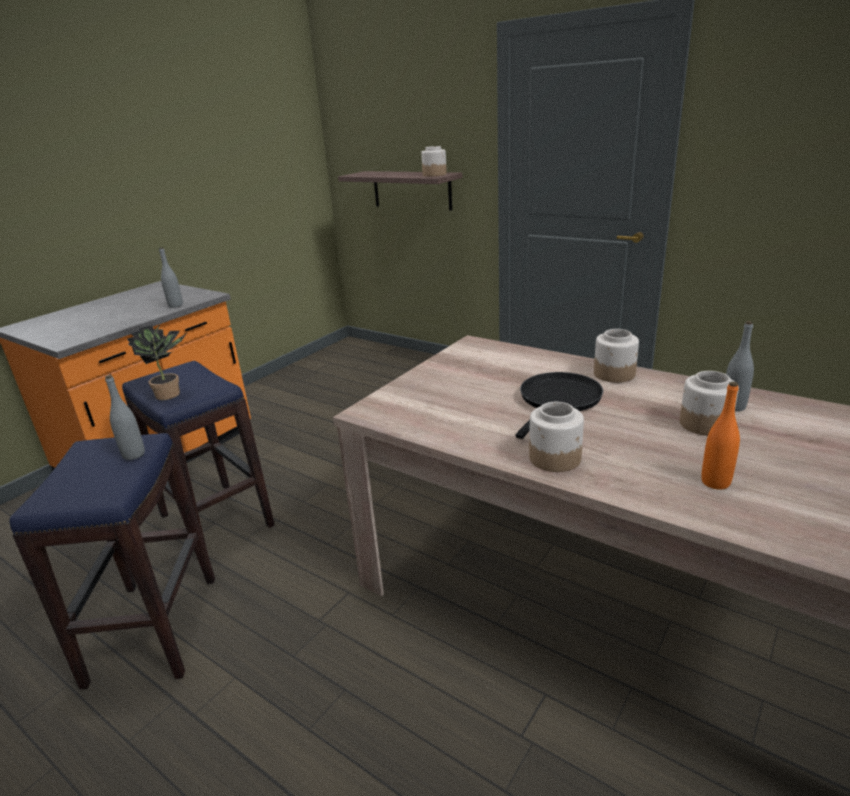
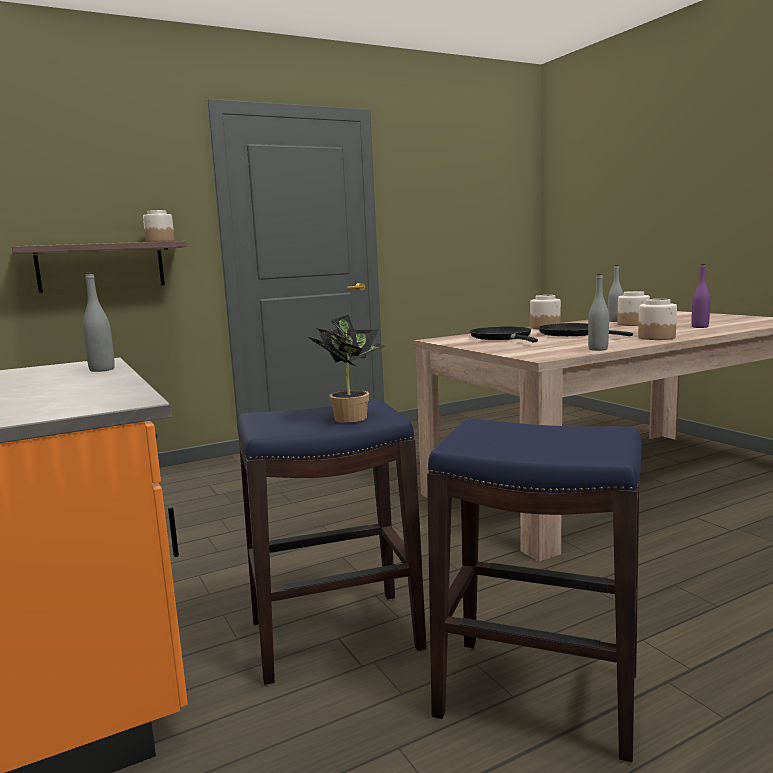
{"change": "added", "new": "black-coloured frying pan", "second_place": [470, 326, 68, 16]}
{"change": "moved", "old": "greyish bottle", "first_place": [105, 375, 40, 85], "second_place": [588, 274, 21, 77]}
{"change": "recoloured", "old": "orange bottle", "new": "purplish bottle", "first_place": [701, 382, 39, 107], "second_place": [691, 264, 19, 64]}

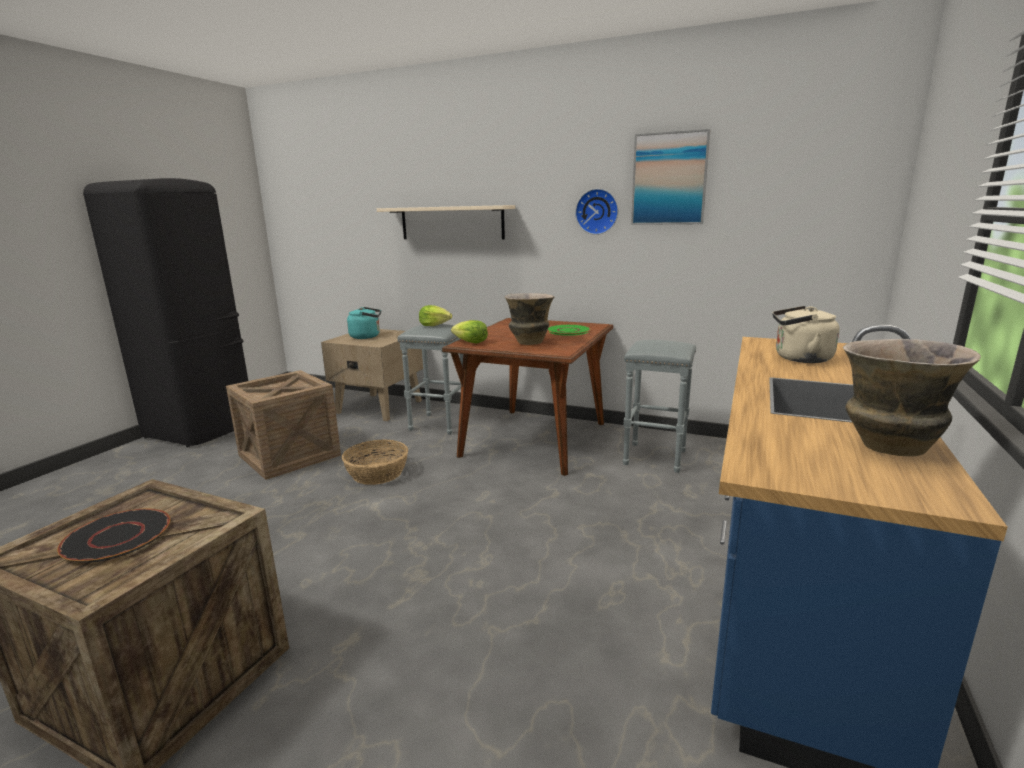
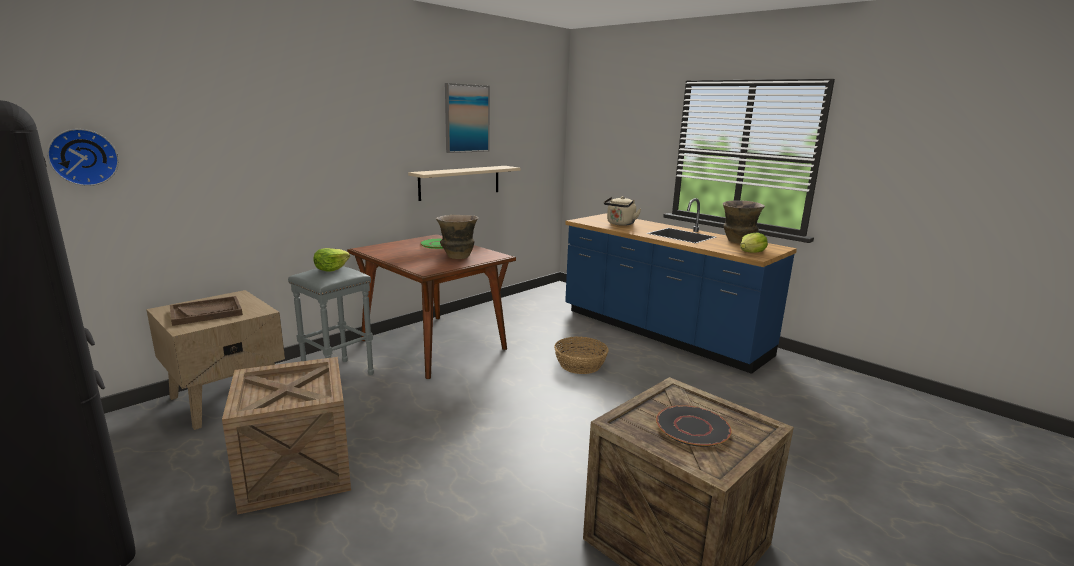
{"change": "moved", "old": "clock on the wall", "first_place": [575, 189, 43, 46], "second_place": [47, 129, 72, 57]}
{"change": "replaced", "old": "blue-green water kettle", "new": "brownish serving tray", "first_place": [347, 307, 34, 32], "second_place": [170, 296, 73, 30]}
{"change": "moved", "old": "beige-coloured shelf", "first_place": [377, 205, 138, 35], "second_place": [408, 166, 113, 35]}
{"change": "moved", "old": "household basket", "first_place": [342, 440, 66, 45], "second_place": [554, 337, 54, 37]}
{"change": "moved", "old": "lettuce head", "first_place": [451, 320, 37, 24], "second_place": [740, 232, 28, 21]}
{"change": "removed", "old": "greyish stool seat", "first_place": [623, 340, 73, 133]}

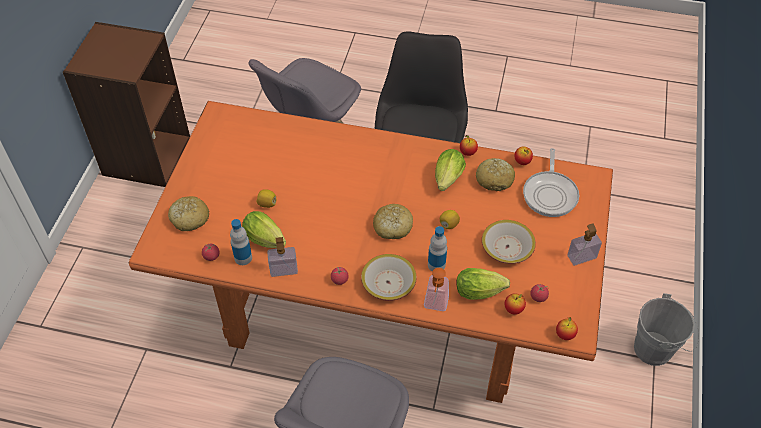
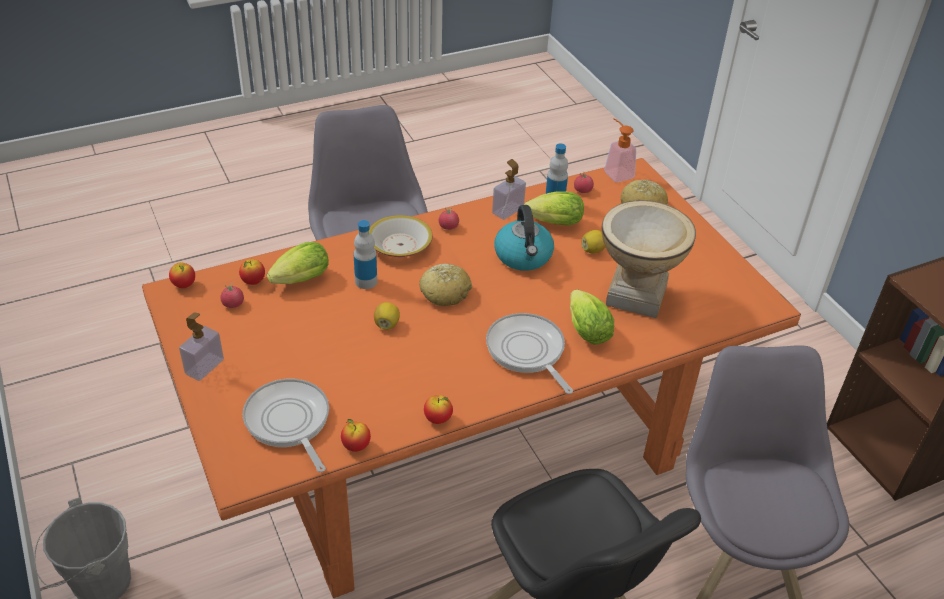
{"change": "added", "new": "frying pan", "second_place": [486, 313, 87, 81]}
{"change": "added", "new": "water kettle", "second_place": [494, 205, 60, 66]}
{"change": "moved", "old": "lettuce head", "first_place": [435, 149, 31, 42], "second_place": [570, 289, 44, 56]}
{"change": "added", "new": "vase", "second_place": [602, 200, 94, 118]}
{"change": "moved", "old": "liquid soap bottle", "first_place": [424, 268, 25, 43], "second_place": [604, 118, 32, 64]}
{"change": "removed", "old": "bread", "first_place": [476, 158, 39, 33]}
{"change": "removed", "old": "serving bowl", "first_place": [482, 220, 54, 44]}

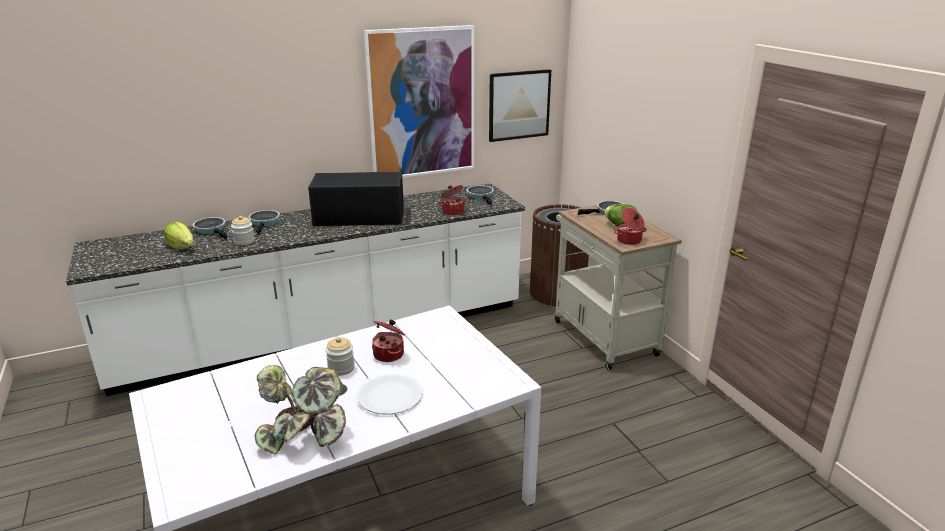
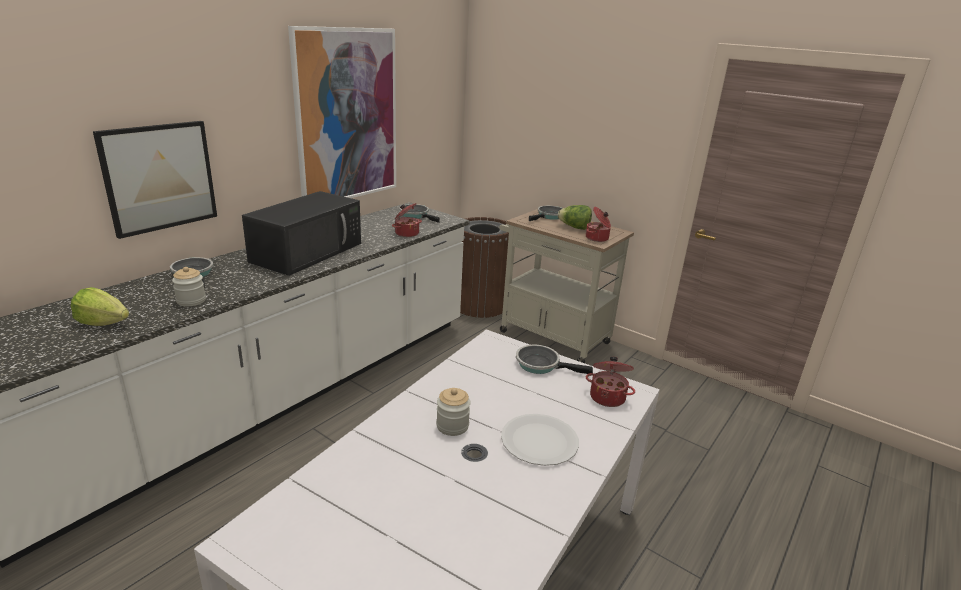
{"change": "moved", "old": "picture", "first_place": [489, 69, 62, 73], "second_place": [93, 121, 124, 118]}
{"change": "turned", "old": "black-coloured kitchen microwave", "first_place": [308, 172, 96, 54], "second_place": [242, 191, 119, 85], "degrees": 150}
{"change": "moved", "old": "frying pan", "first_place": [193, 217, 34, 22], "second_place": [516, 344, 77, 30]}
{"change": "moved", "old": "stockpot", "first_place": [372, 319, 33, 43], "second_place": [586, 357, 49, 50]}
{"change": "removed", "old": "plant in a pot", "first_place": [255, 365, 91, 89]}

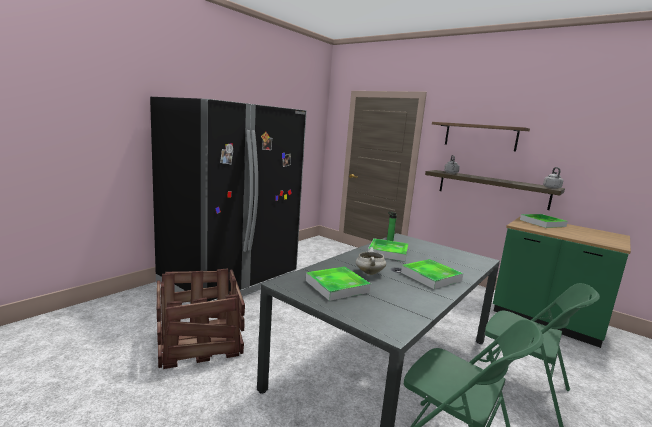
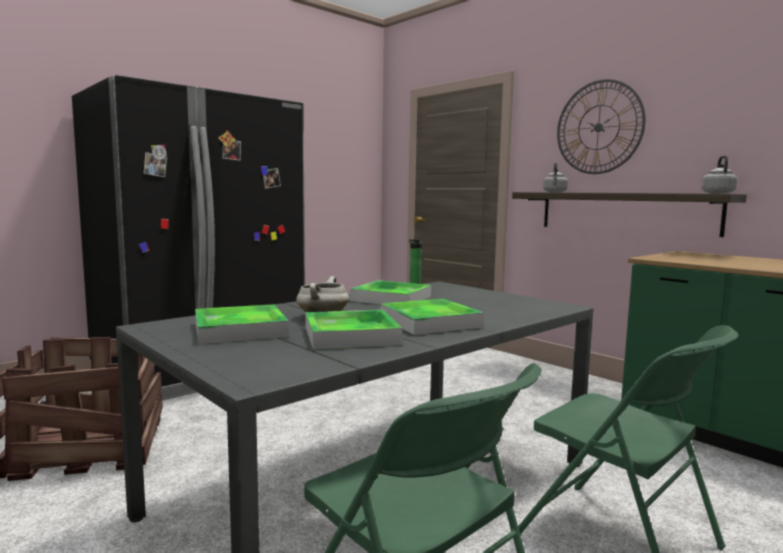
{"change": "moved", "old": "serving tray", "first_place": [520, 214, 48, 14], "second_place": [305, 310, 97, 40]}
{"change": "replaced", "old": "shelf", "new": "clock on the wall", "first_place": [432, 122, 98, 29], "second_place": [557, 79, 89, 95]}

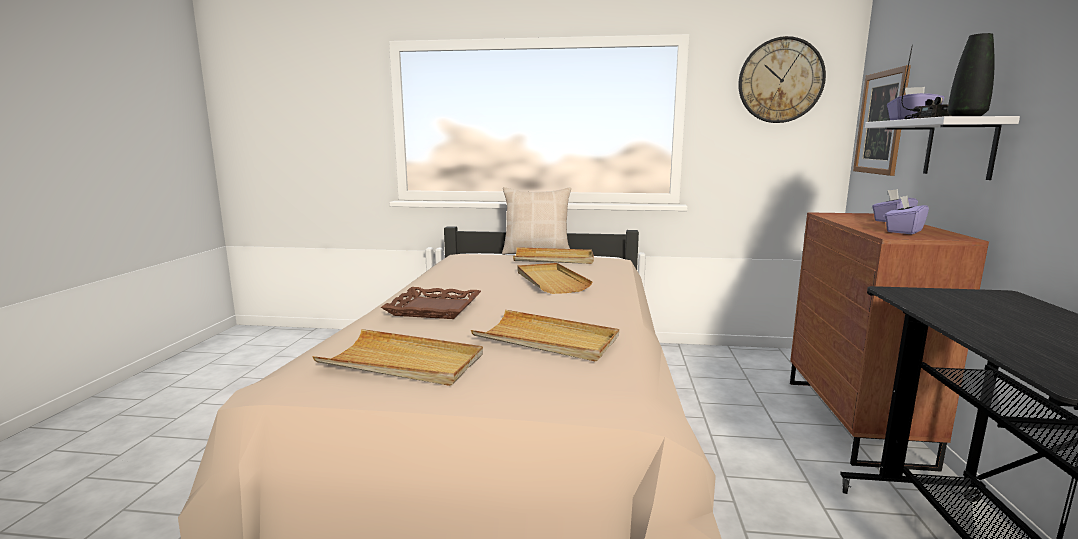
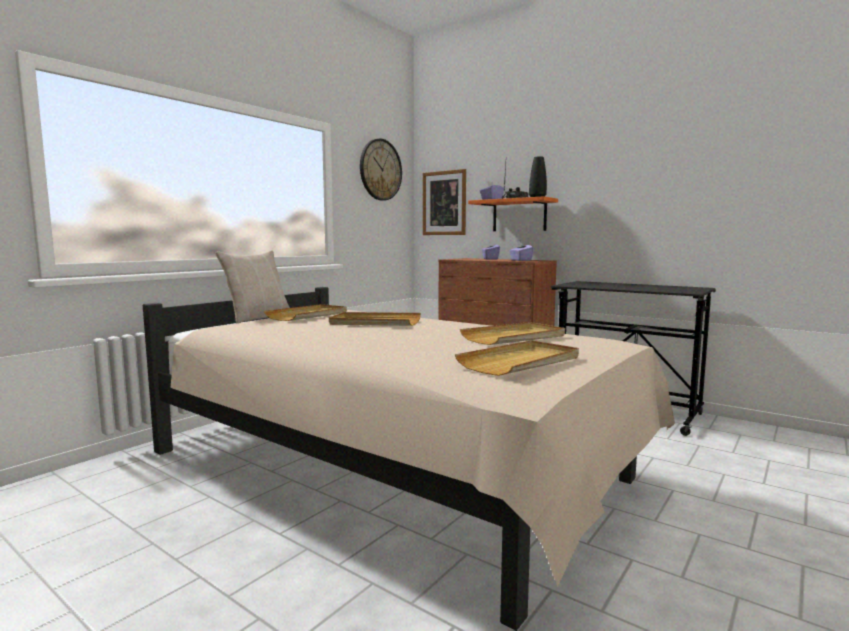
{"change": "recoloured", "old": "white-coloured shelf", "new": "orange shelf", "first_place": [865, 116, 155, 64], "second_place": [468, 196, 90, 35]}
{"change": "removed", "old": "brownish serving tray", "first_place": [380, 287, 101, 32]}

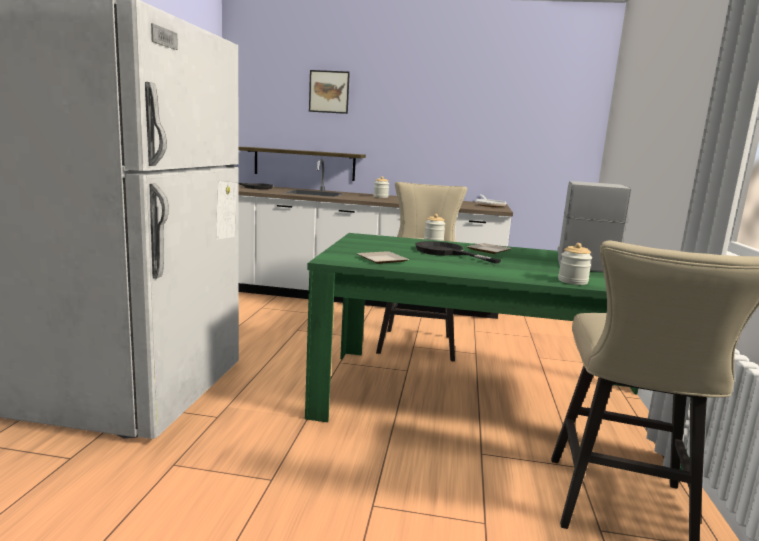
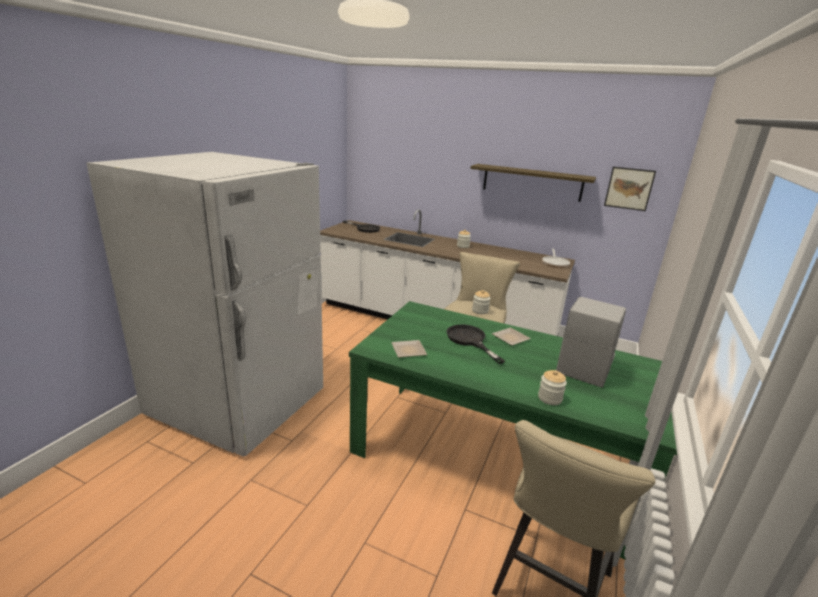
{"change": "moved", "old": "shelf", "first_place": [238, 147, 128, 34], "second_place": [471, 164, 125, 38]}
{"change": "moved", "old": "picture", "first_place": [309, 70, 41, 44], "second_place": [604, 167, 52, 44]}

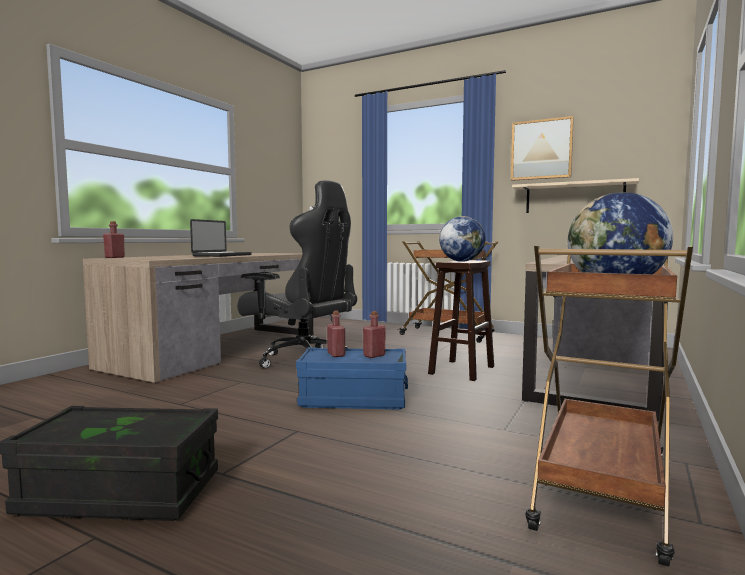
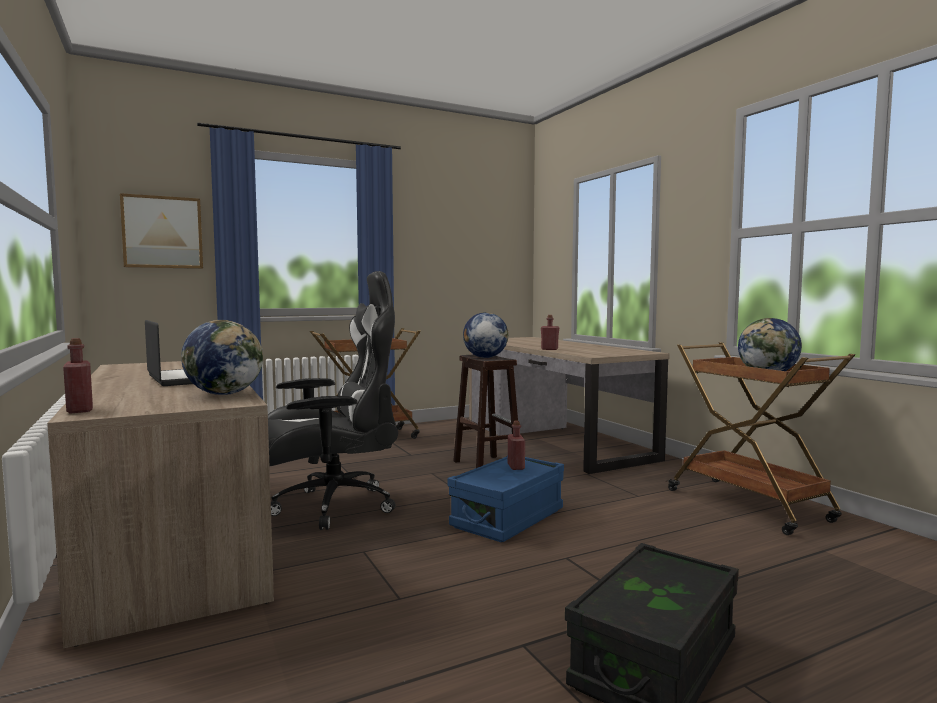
{"change": "moved", "old": "picture", "first_place": [511, 116, 63, 65], "second_place": [120, 193, 83, 76]}
{"change": "added", "new": "globe", "second_place": [181, 320, 82, 75]}
{"change": "moved", "old": "red bottle", "first_place": [327, 311, 18, 46], "second_place": [541, 315, 18, 35]}
{"change": "removed", "old": "beige-coloured shelf", "first_place": [512, 178, 127, 35]}

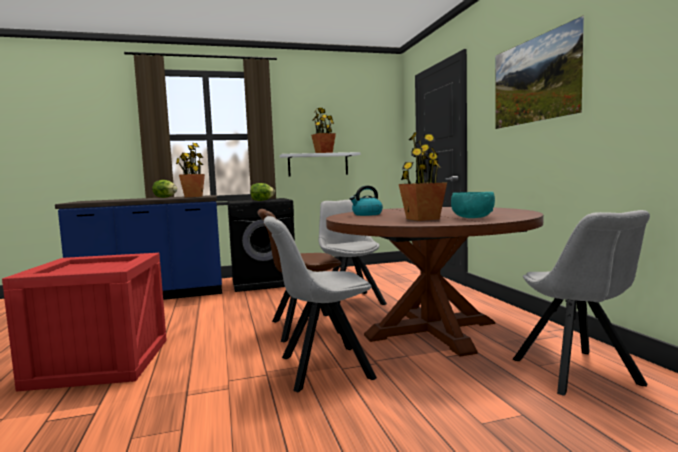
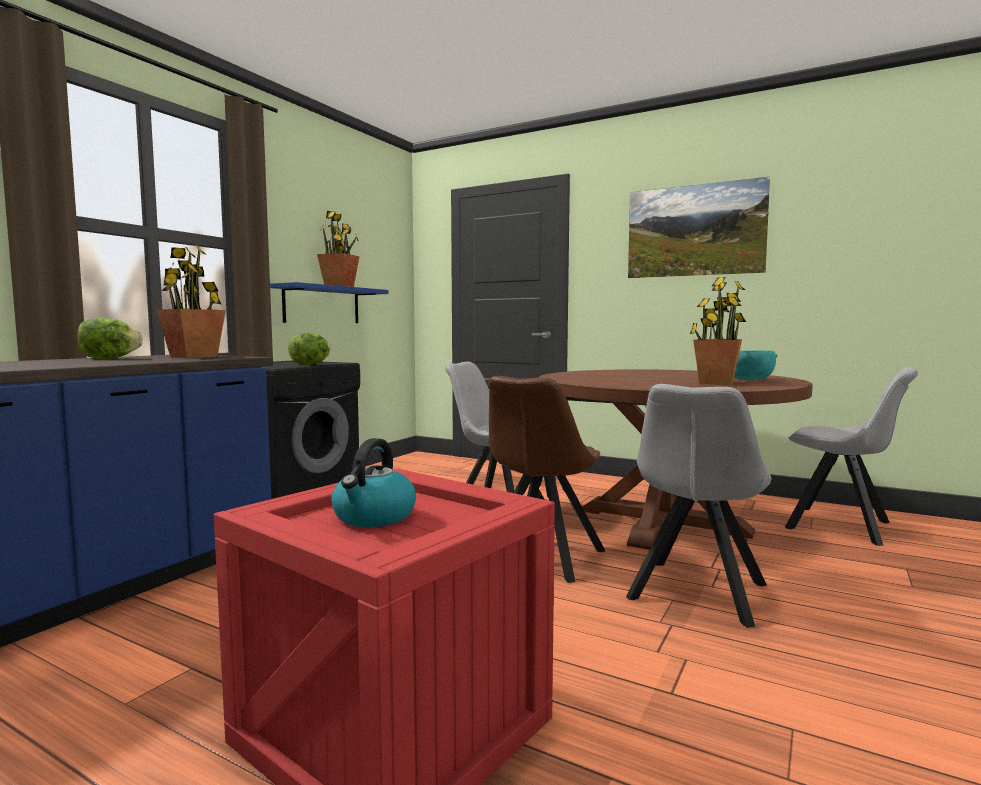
{"change": "recoloured", "old": "white-coloured shelf", "new": "blue shelf", "first_place": [280, 152, 81, 25], "second_place": [270, 282, 119, 41]}
{"change": "moved", "old": "water kettle", "first_place": [350, 186, 33, 30], "second_place": [331, 438, 85, 89]}

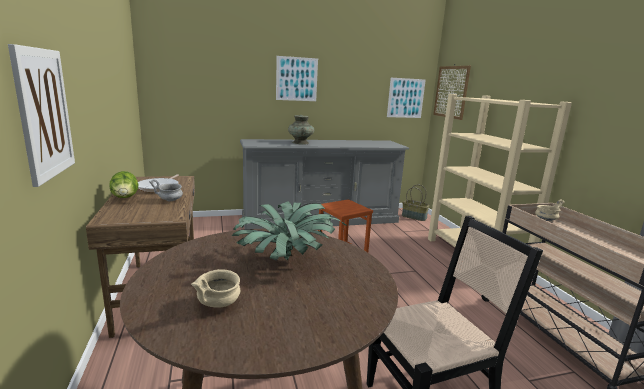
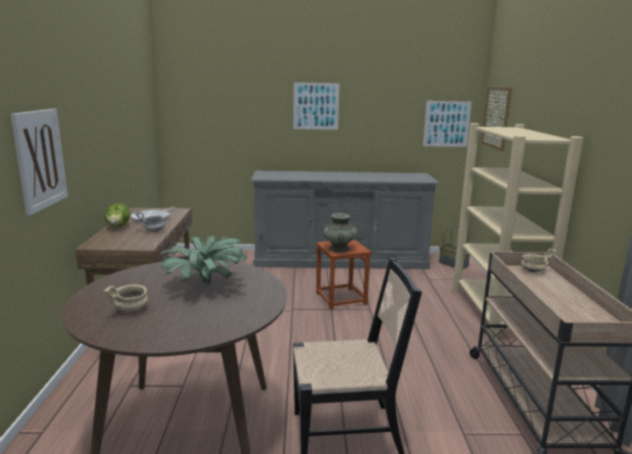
{"change": "moved", "old": "blue-green vase", "first_place": [288, 115, 26, 30], "second_place": [323, 213, 35, 40]}

